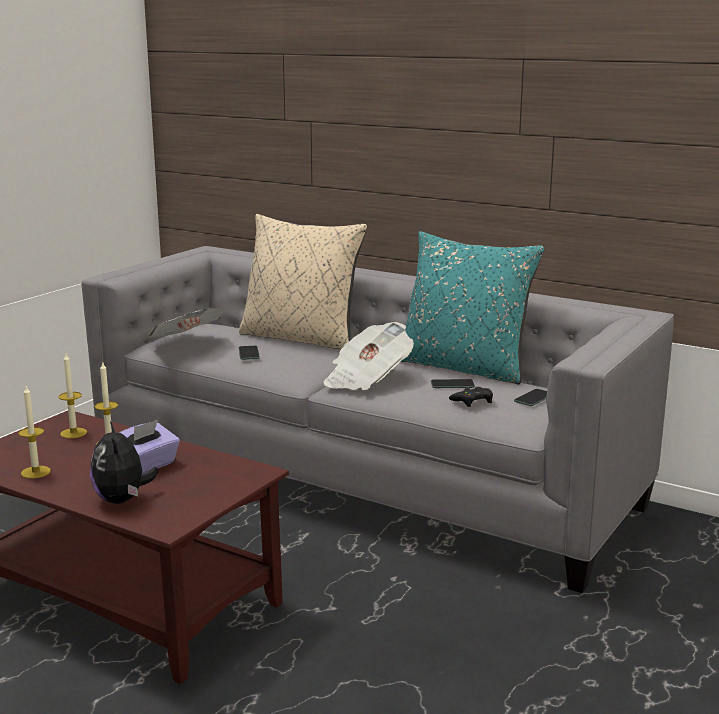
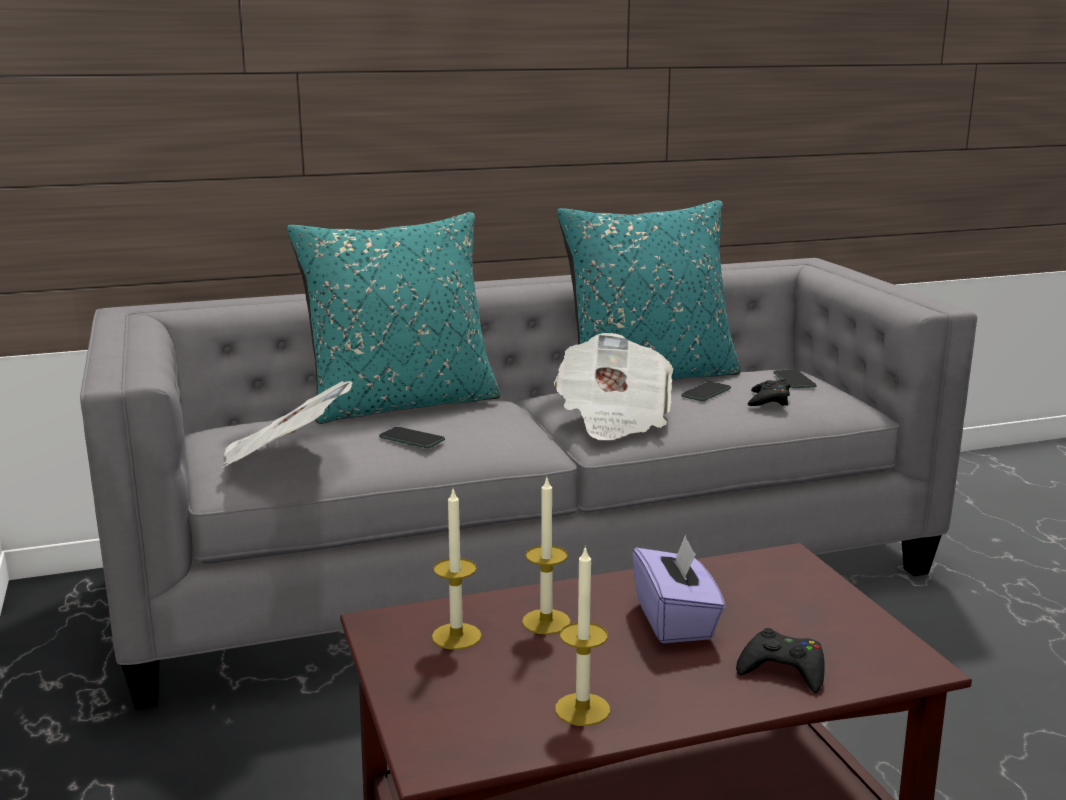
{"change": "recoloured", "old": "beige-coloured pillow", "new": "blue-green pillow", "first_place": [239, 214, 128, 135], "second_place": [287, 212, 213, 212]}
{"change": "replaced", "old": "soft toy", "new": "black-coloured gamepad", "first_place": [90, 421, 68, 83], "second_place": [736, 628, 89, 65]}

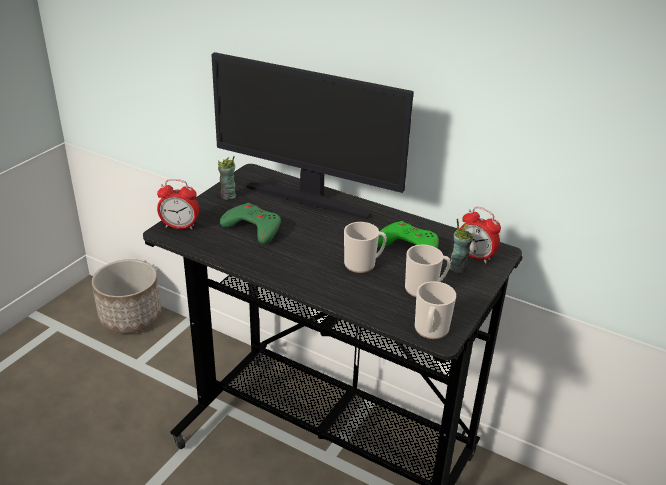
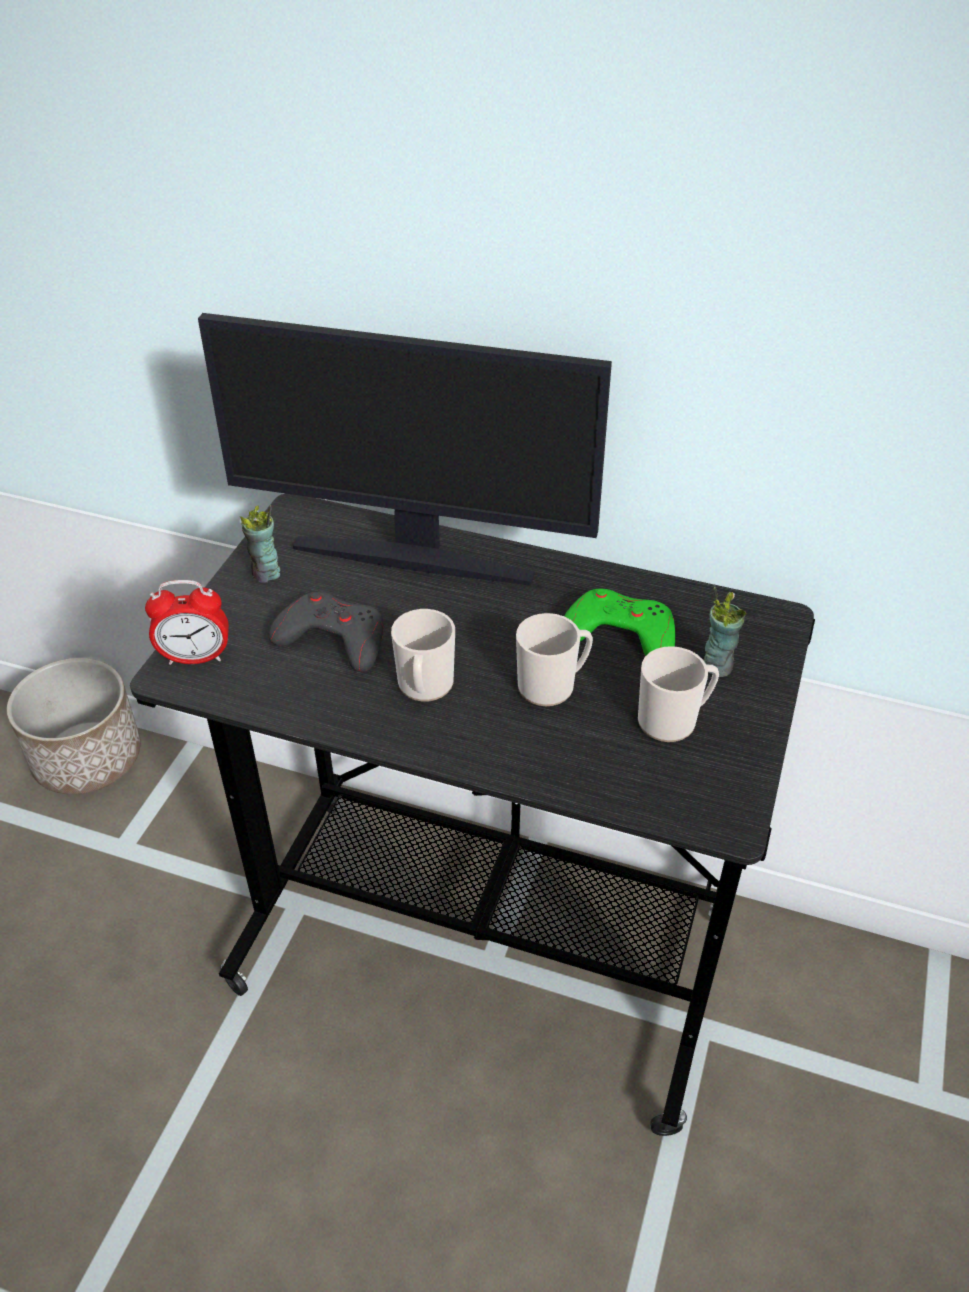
{"change": "recoloured", "old": "green gamepad", "new": "greyish gamepad", "first_place": [220, 203, 61, 41], "second_place": [269, 592, 114, 80]}
{"change": "moved", "old": "tea mug", "first_place": [415, 281, 41, 58], "second_place": [391, 609, 64, 93]}
{"change": "removed", "old": "table clock", "first_place": [460, 207, 41, 57]}

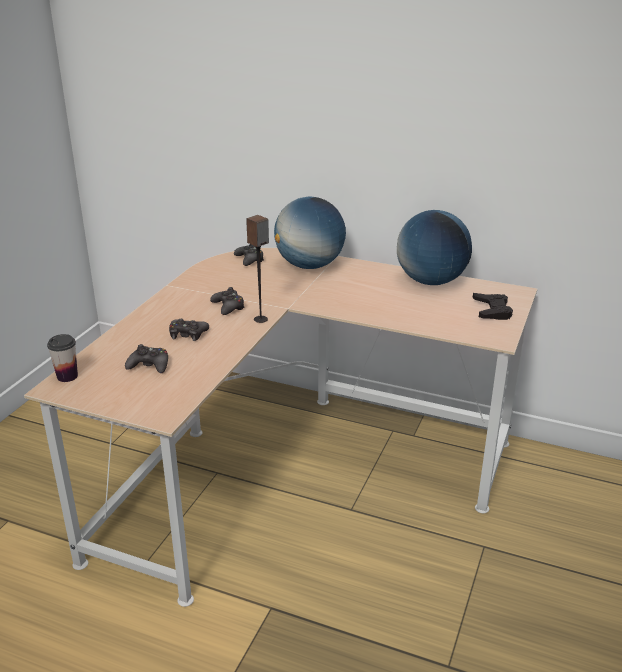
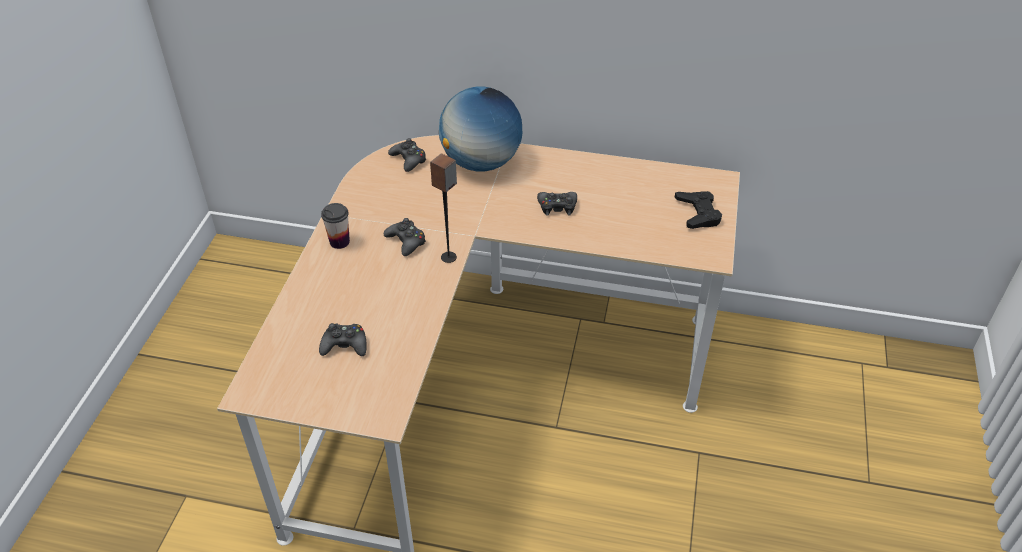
{"change": "moved", "old": "drinking cup", "first_place": [47, 334, 31, 48], "second_place": [321, 203, 29, 46]}
{"change": "moved", "old": "black-coloured gamepad", "first_place": [169, 319, 40, 22], "second_place": [537, 192, 40, 24]}
{"change": "removed", "old": "globe", "first_place": [397, 210, 75, 75]}

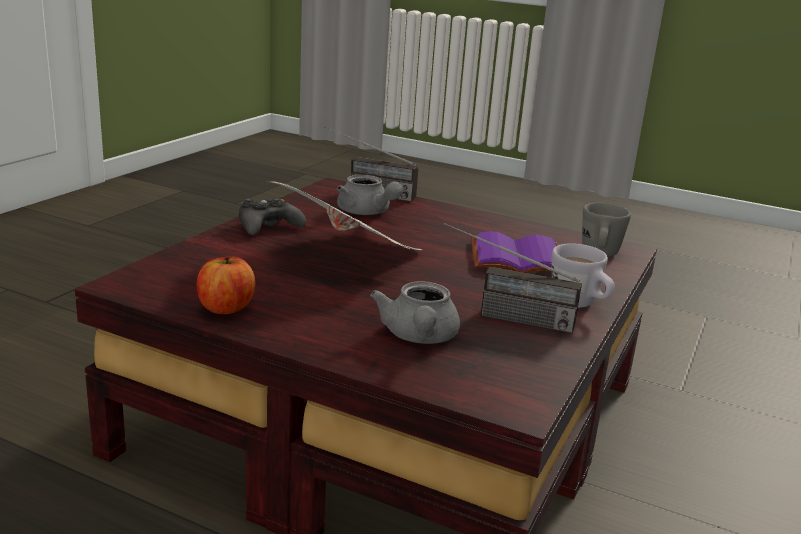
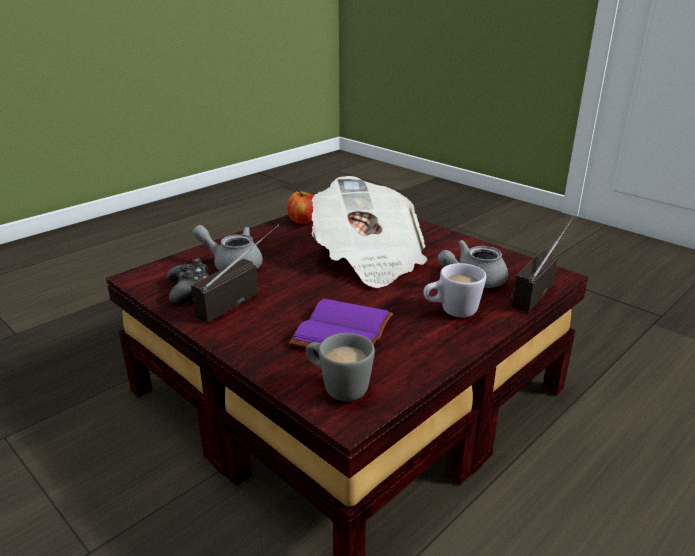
{"change": "moved", "old": "black-coloured gamepad", "first_place": [239, 198, 67, 37], "second_place": [167, 258, 42, 45]}
{"change": "moved", "old": "white-coloured tea mug", "first_place": [552, 243, 63, 65], "second_place": [423, 263, 63, 55]}

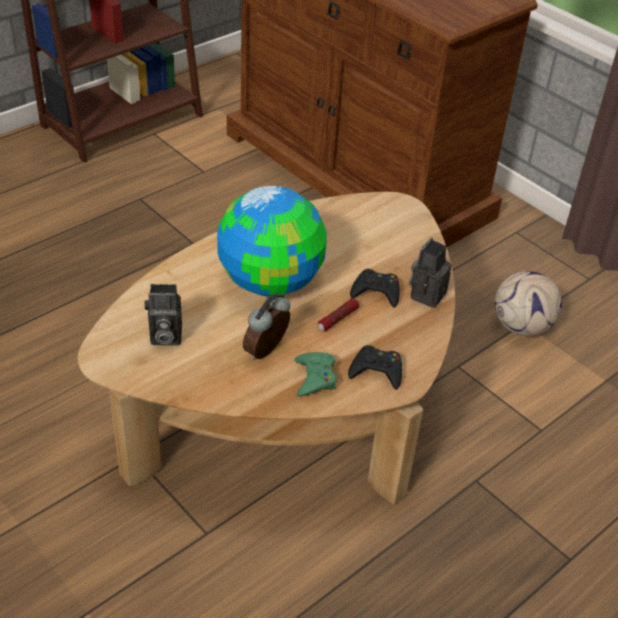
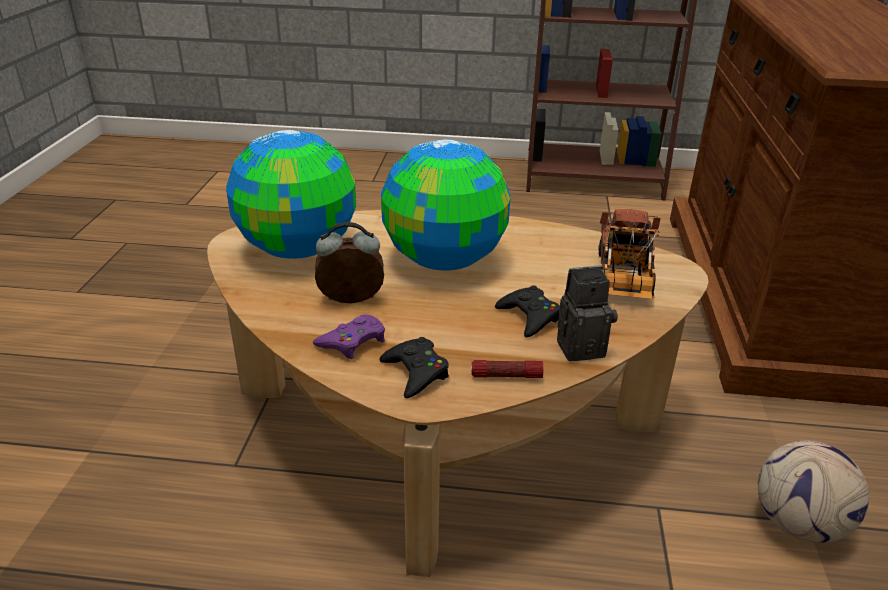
{"change": "replaced", "old": "photo camera", "new": "globe", "first_place": [145, 284, 37, 61], "second_place": [226, 130, 130, 129]}
{"change": "recoloured", "old": "green gamepad", "new": "purplish gamepad", "first_place": [294, 352, 43, 44], "second_place": [313, 315, 72, 45]}
{"change": "moved", "old": "torch", "first_place": [318, 298, 41, 34], "second_place": [471, 360, 72, 18]}
{"change": "added", "new": "toy lorry", "second_place": [598, 209, 63, 90]}

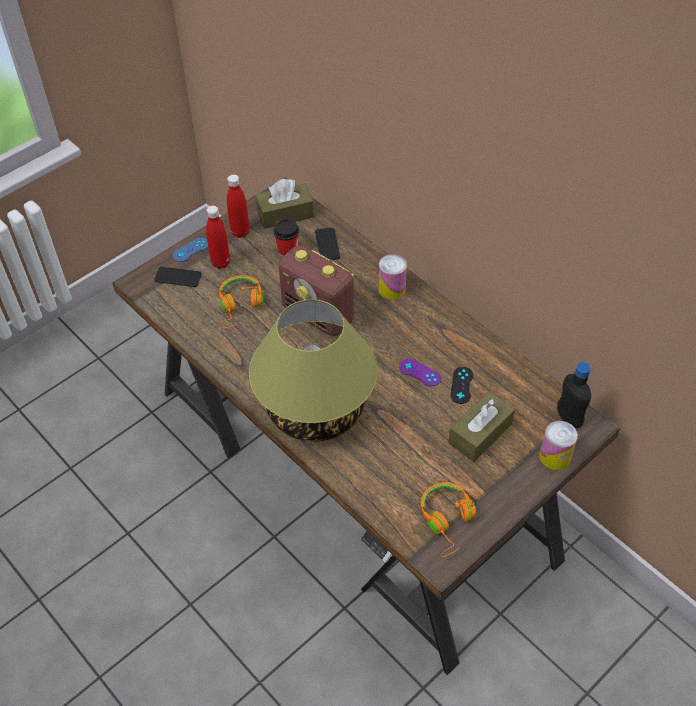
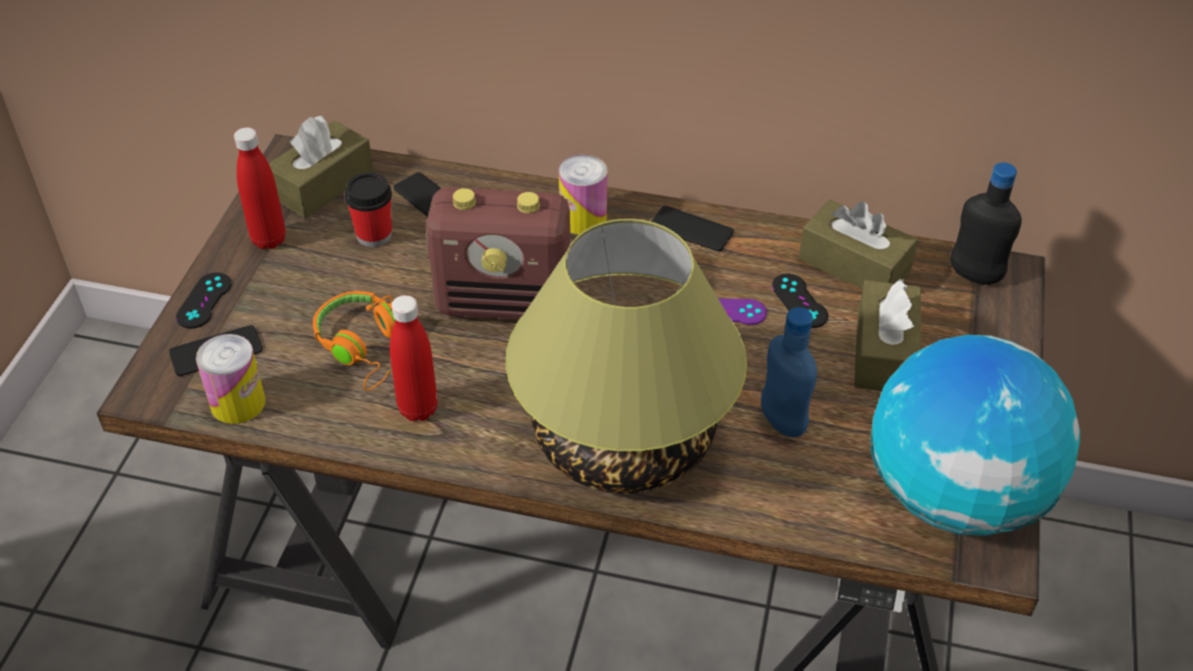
{"change": "recoloured", "old": "blue gamepad", "new": "black-coloured gamepad", "first_place": [173, 238, 35, 24], "second_place": [176, 272, 55, 57]}
{"change": "moved", "old": "metal can", "first_place": [539, 421, 39, 49], "second_place": [196, 334, 70, 90]}
{"change": "moved", "old": "red bottle", "first_place": [206, 205, 24, 64], "second_place": [390, 295, 48, 126]}
{"change": "added", "new": "phone", "second_place": [651, 206, 83, 46]}
{"change": "added", "new": "blue bottle", "second_place": [761, 307, 56, 130]}
{"change": "added", "new": "brownish tissue holder", "second_place": [798, 200, 120, 89]}
{"change": "replaced", "old": "orange headset", "new": "globe", "first_place": [421, 482, 55, 75], "second_place": [871, 335, 209, 201]}

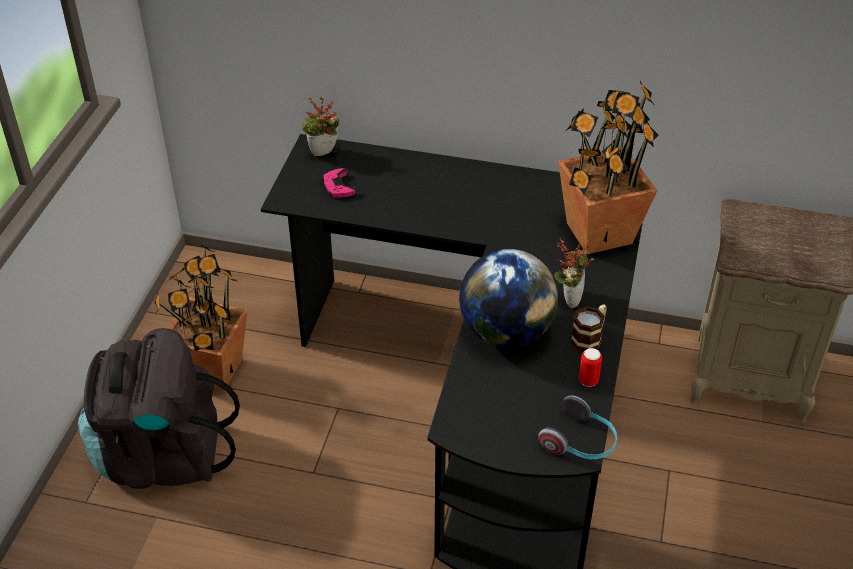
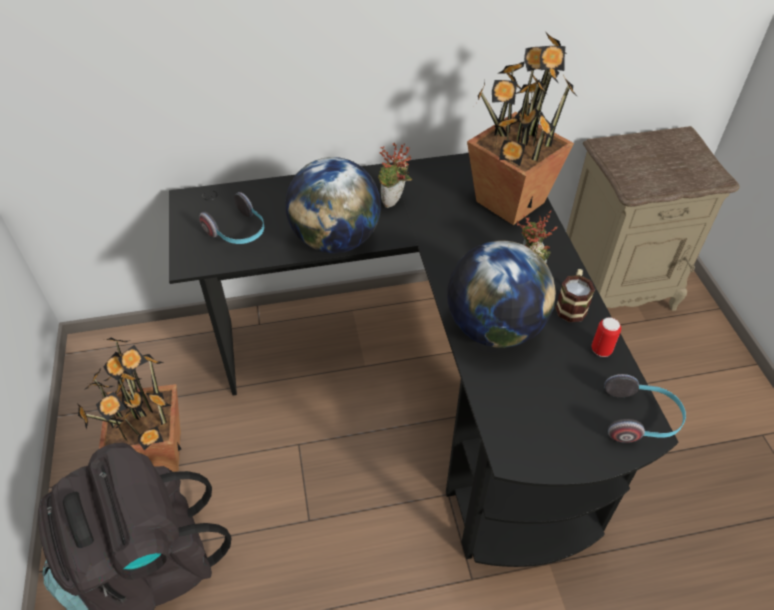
{"change": "replaced", "old": "pink-coloured gamepad", "new": "headset", "first_place": [321, 168, 34, 30], "second_place": [199, 192, 65, 52]}
{"change": "added", "new": "globe", "second_place": [285, 157, 96, 96]}
{"change": "moved", "old": "plant in a pot", "first_place": [302, 97, 37, 59], "second_place": [378, 143, 34, 65]}

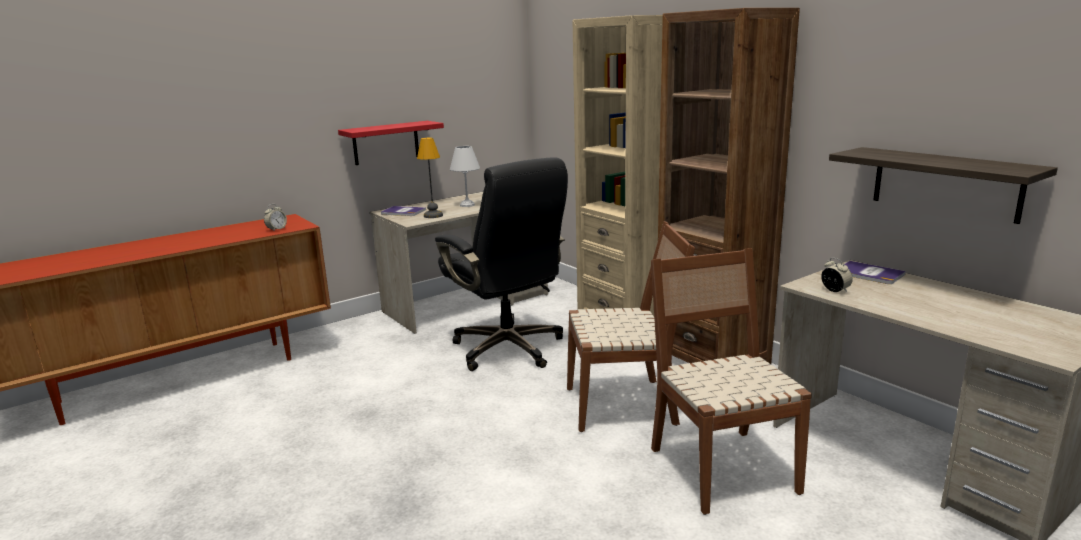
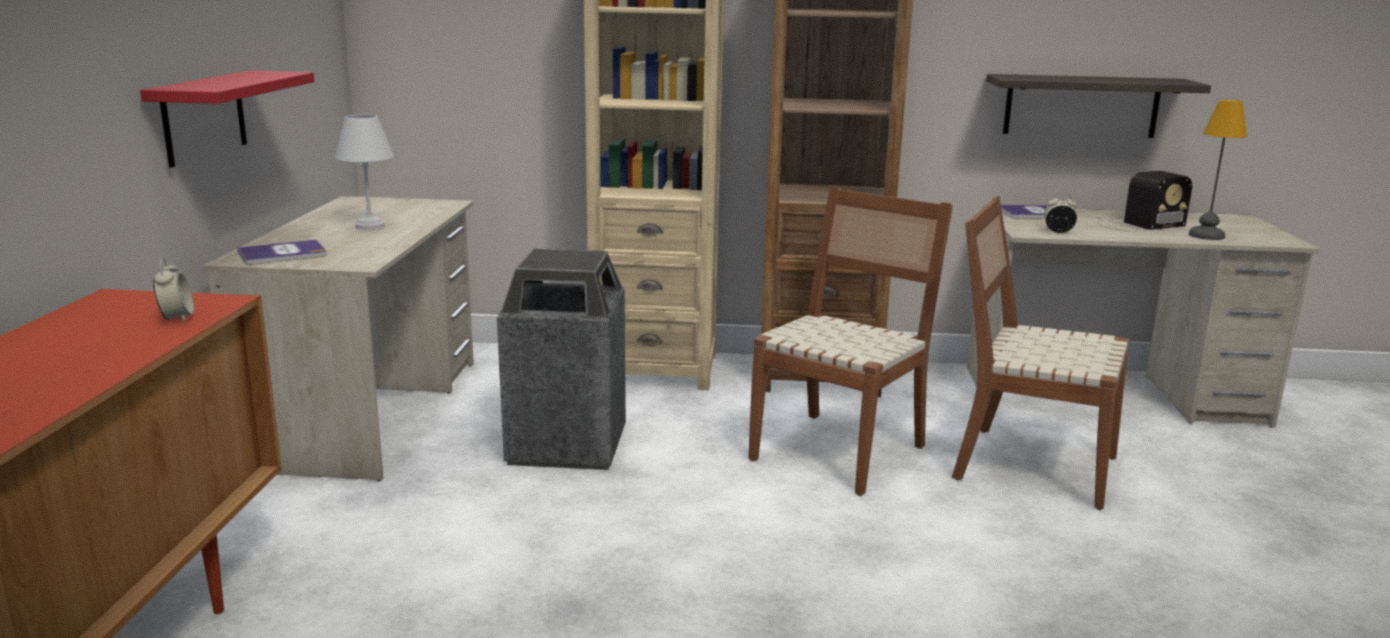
{"change": "replaced", "old": "black-coloured desk chair", "new": "waste bin", "first_place": [435, 157, 133, 214], "second_place": [497, 249, 129, 221]}
{"change": "added", "new": "radio set", "second_place": [1096, 171, 96, 61]}
{"change": "moved", "old": "lamp for a table", "first_place": [417, 138, 26, 80], "second_place": [1189, 100, 58, 140]}

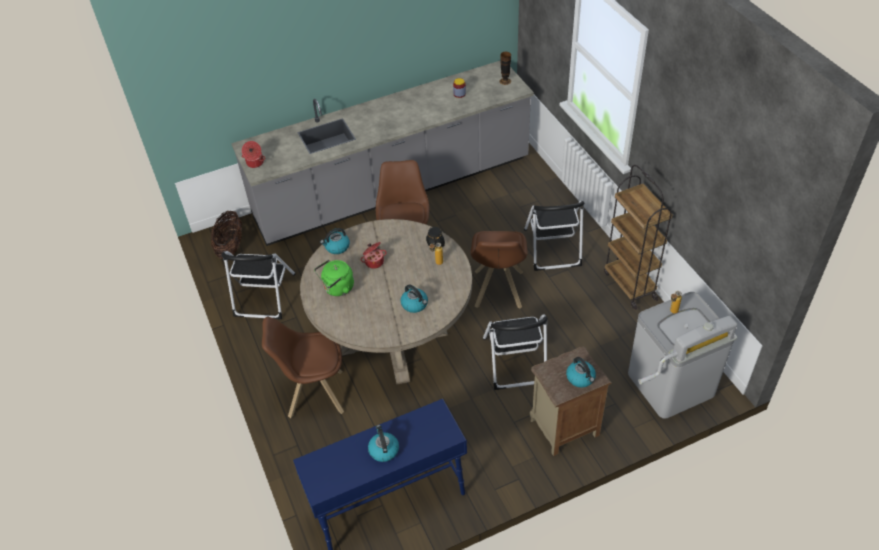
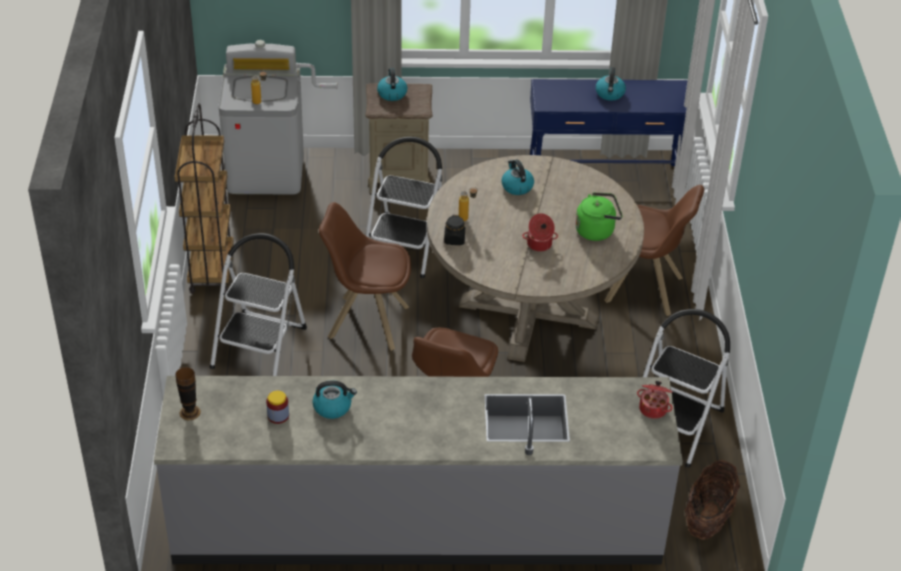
{"change": "moved", "old": "water kettle", "first_place": [320, 228, 30, 26], "second_place": [312, 380, 45, 39]}
{"change": "turned", "old": "brownish chair", "first_place": [471, 231, 57, 78], "second_place": [319, 202, 92, 149], "degrees": -105}

